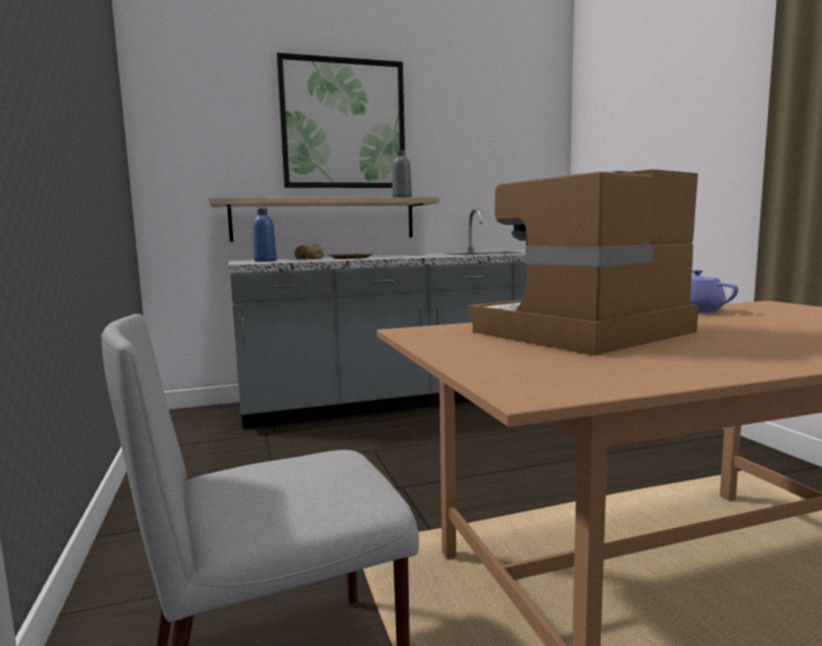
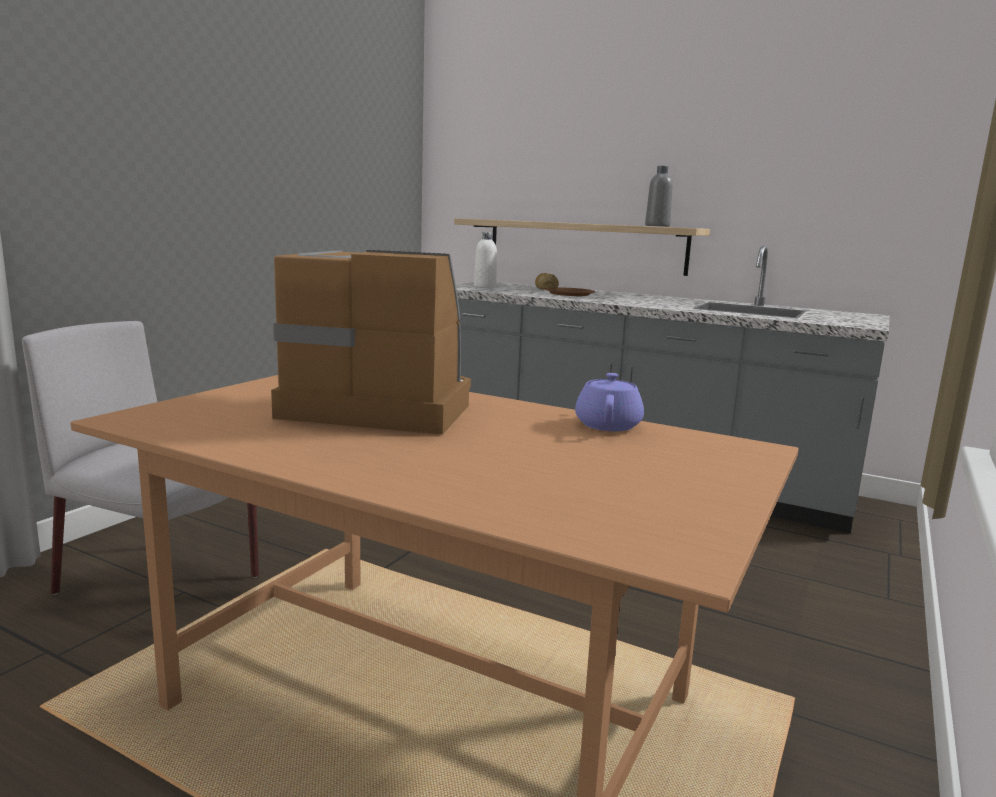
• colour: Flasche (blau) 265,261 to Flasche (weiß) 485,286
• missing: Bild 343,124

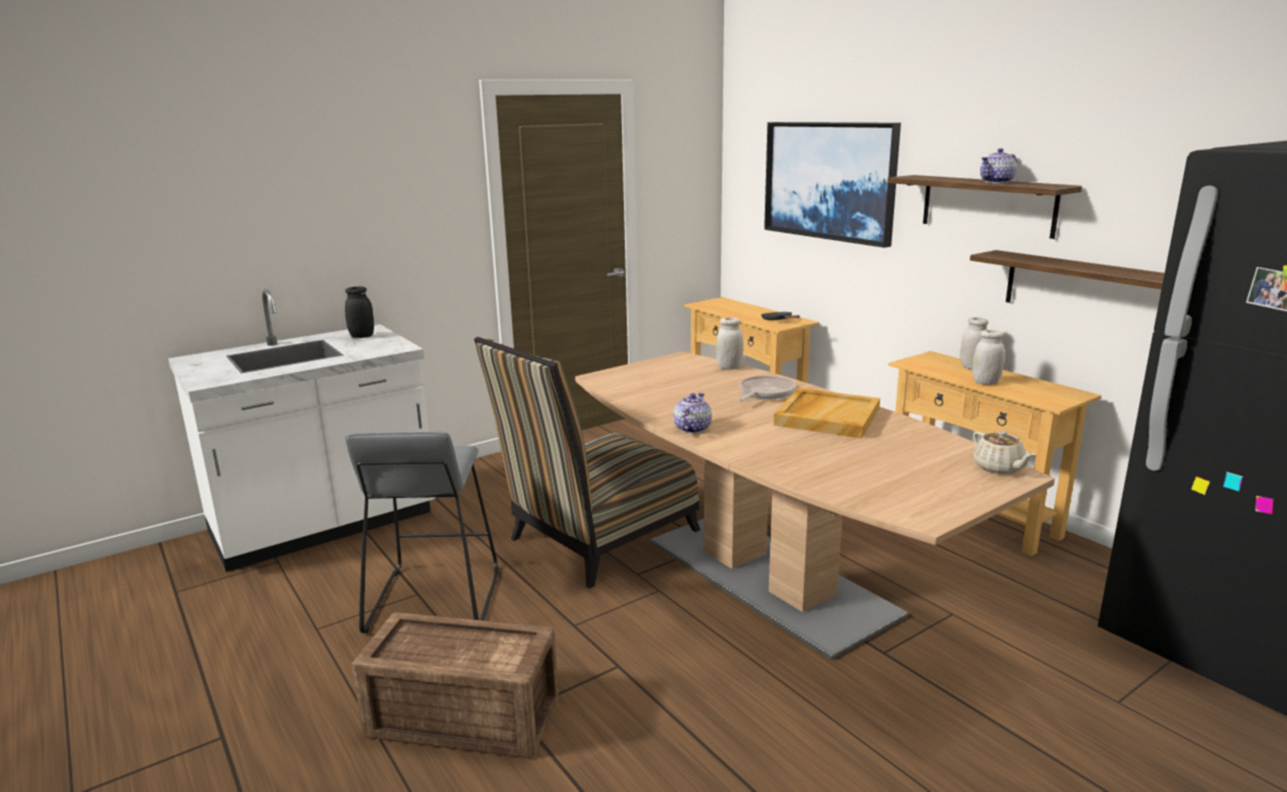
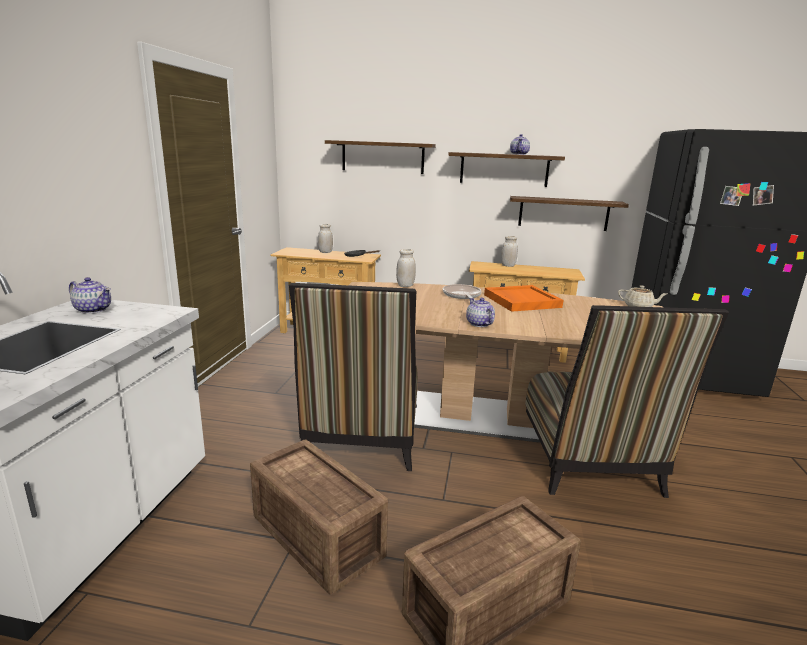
• exchanged: Vorratsglas (schwarz) 362,336 to Teekanne 93,309
• exchanged: Hocker (grau) 433,600 to Kiste 316,538
• exchanged: Bild 829,180 to Wandregal 382,157
• colour: Tablett (beige) 827,416 to Tablett (orange) 521,301
• relocated: Vorratsglas (weiß) 985,382 to 325,252
• appeared: Stuhl 589,462

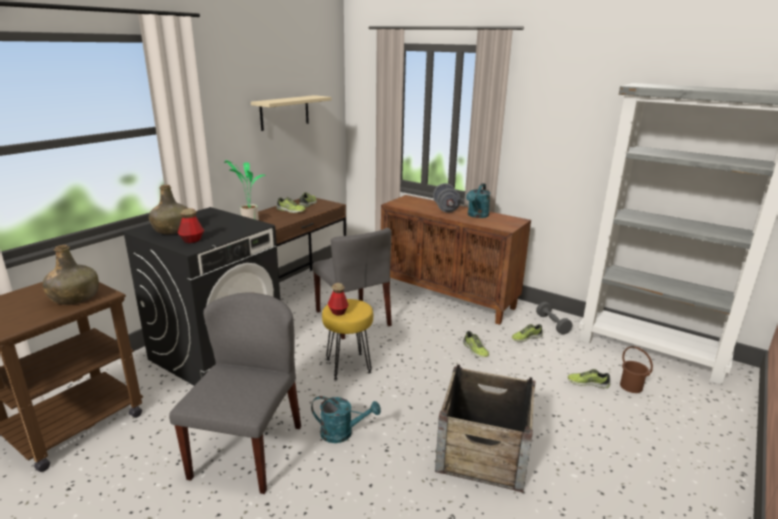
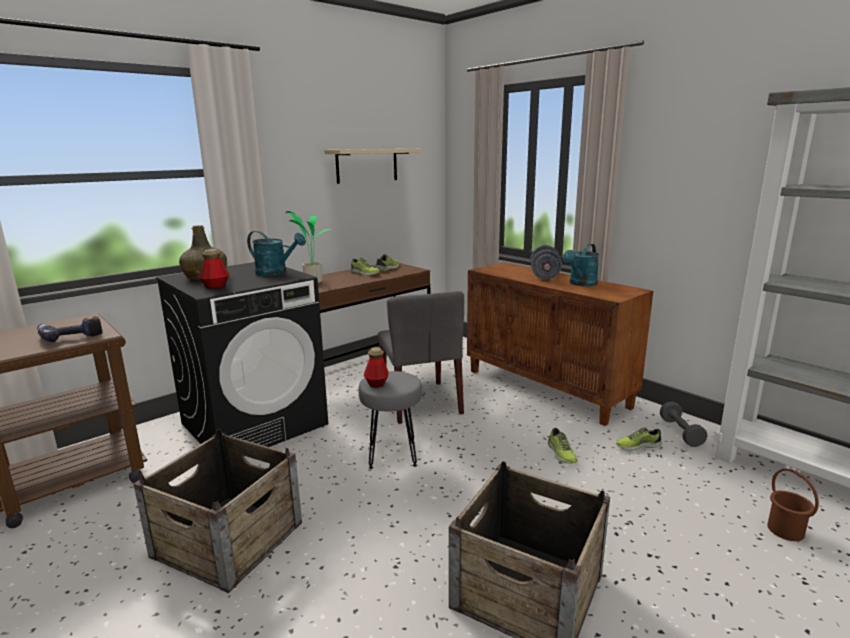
• exchanged: Flasche (grün) 75,298 to Bohrmaschine 71,336
• exchanged: Stuhl (grau) 247,450 to Kiste 229,539
• relocated: Gießkanne (türkis) 342,433 to 276,273
• colour: Hocker (gelb) 348,365 to Hocker (grau) 393,454
• missing: Schuh 588,383

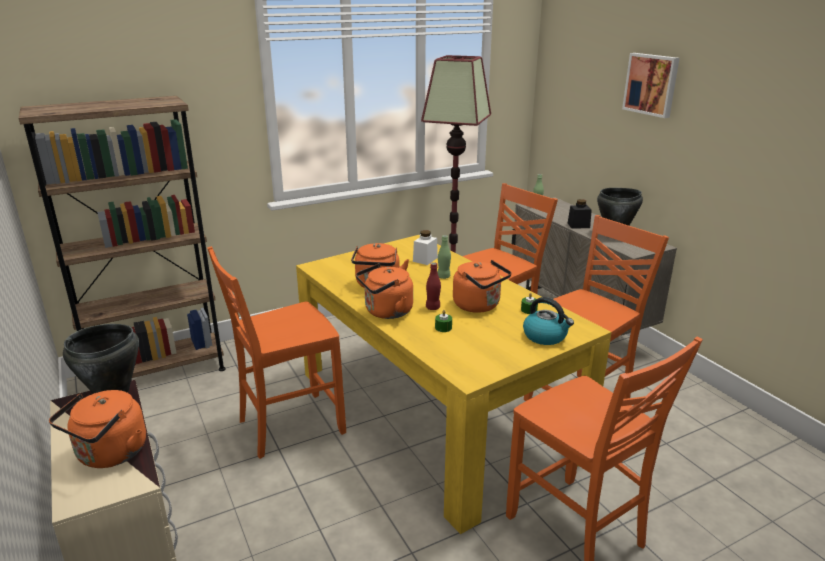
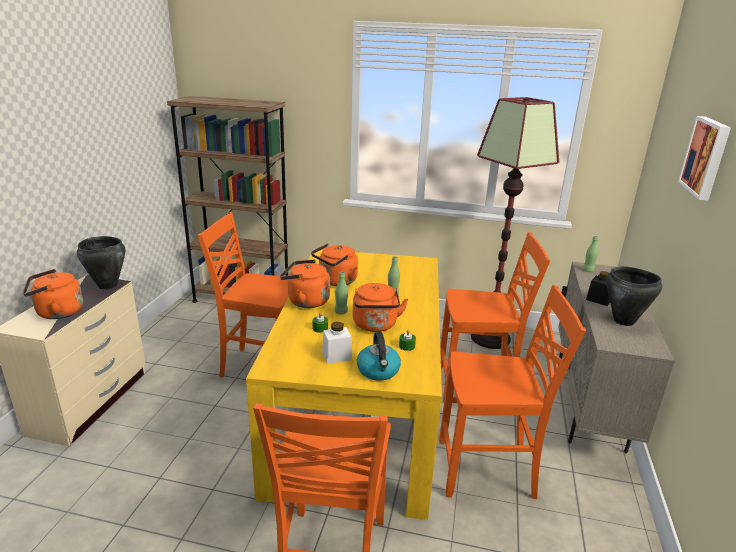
• relocated: Vorratsglas (weiß) 425,259 to 337,356
• colour: Flasche (rot) 433,307 to Flasche (grün) 341,312

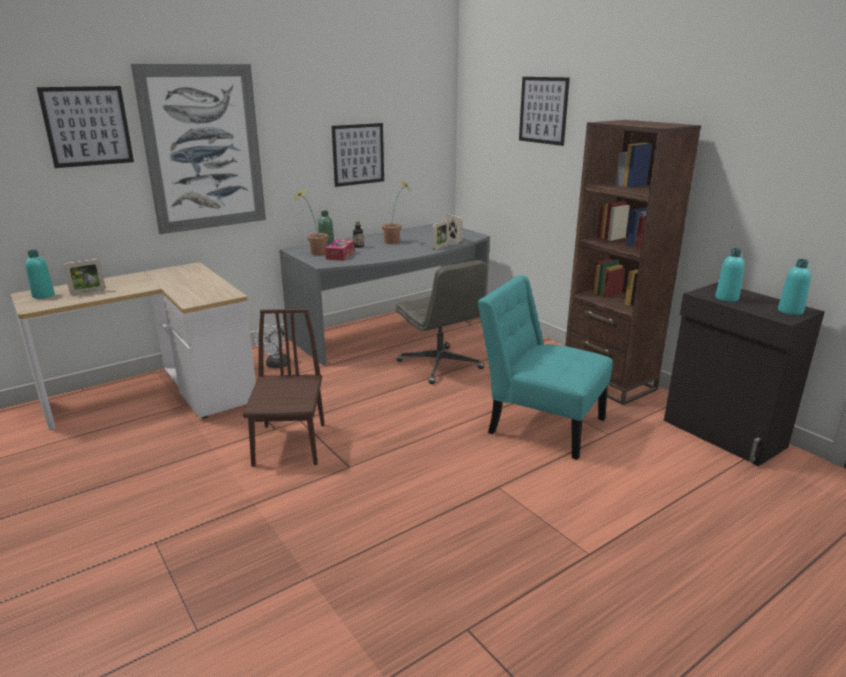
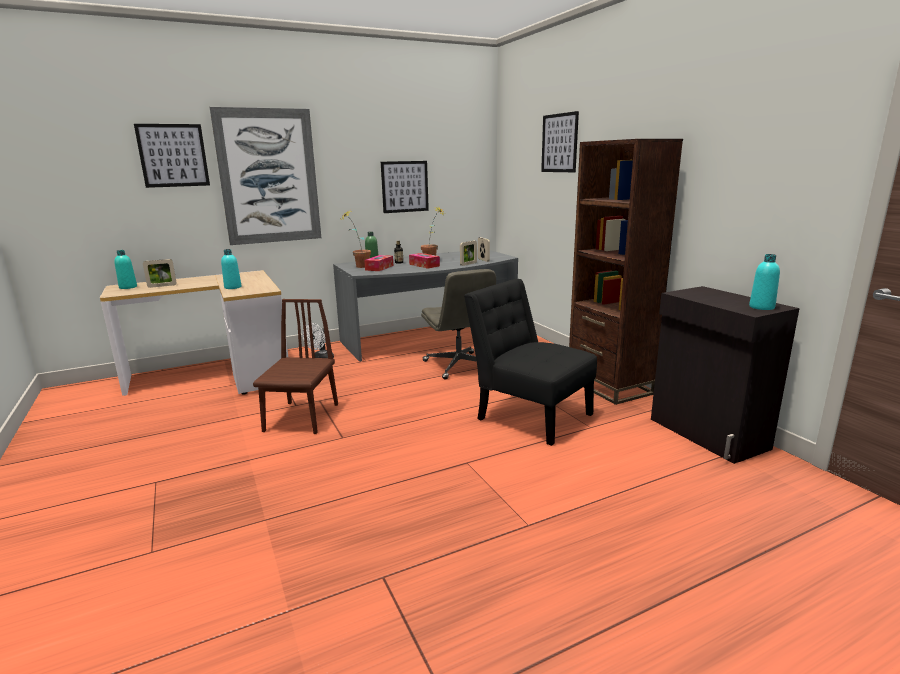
• colour: Stuhl (türkis) 540,423 to Stuhl (schwarz) 529,415
• relocated: Flasche (türkis) 726,298 to 233,287
• appeared: Taschentuchbox 424,265

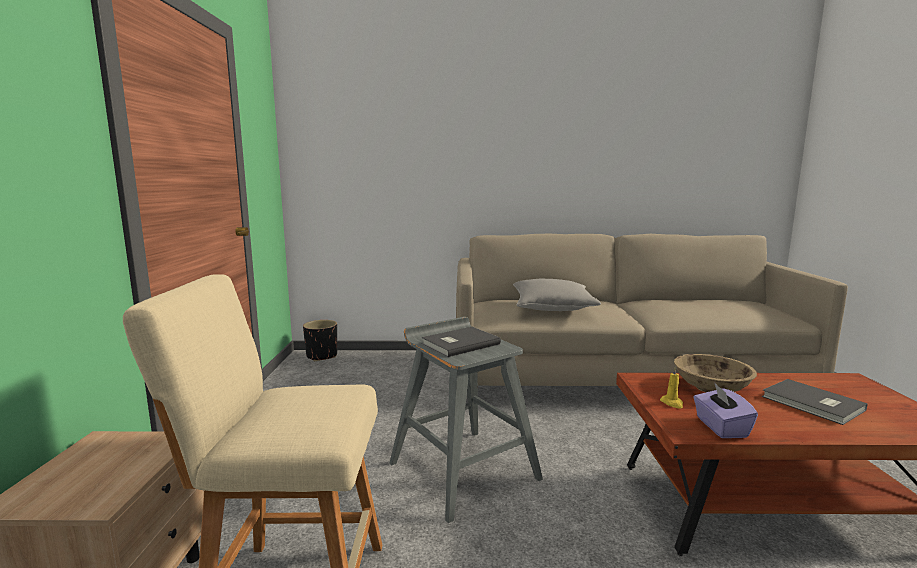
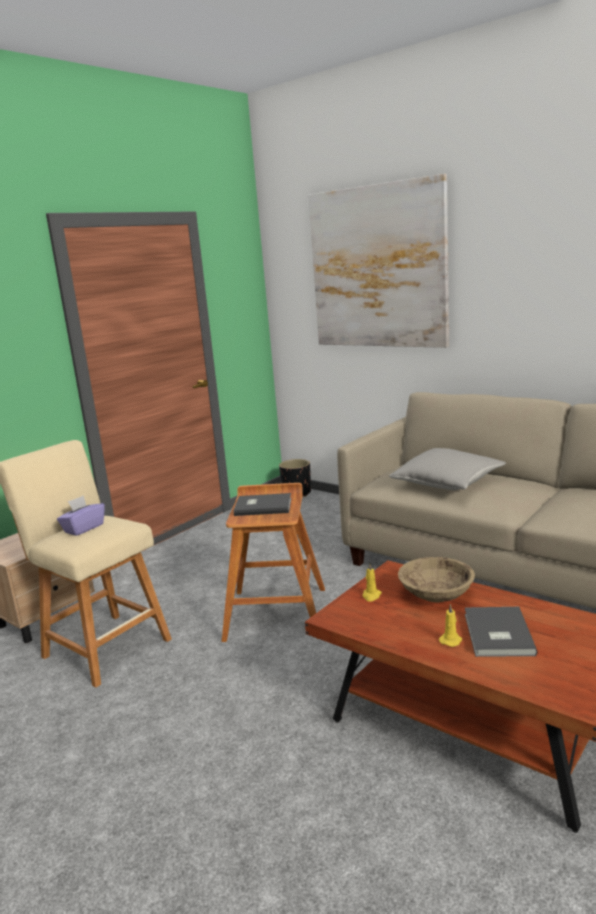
• colour: Hocker (grau) 463,470 to Hocker (braun) 276,612
• relocated: Taschentuchbox (lila) 720,427 to 83,528
• appeared: Bild 378,267
• appeared: Kerze (gelb) 451,640

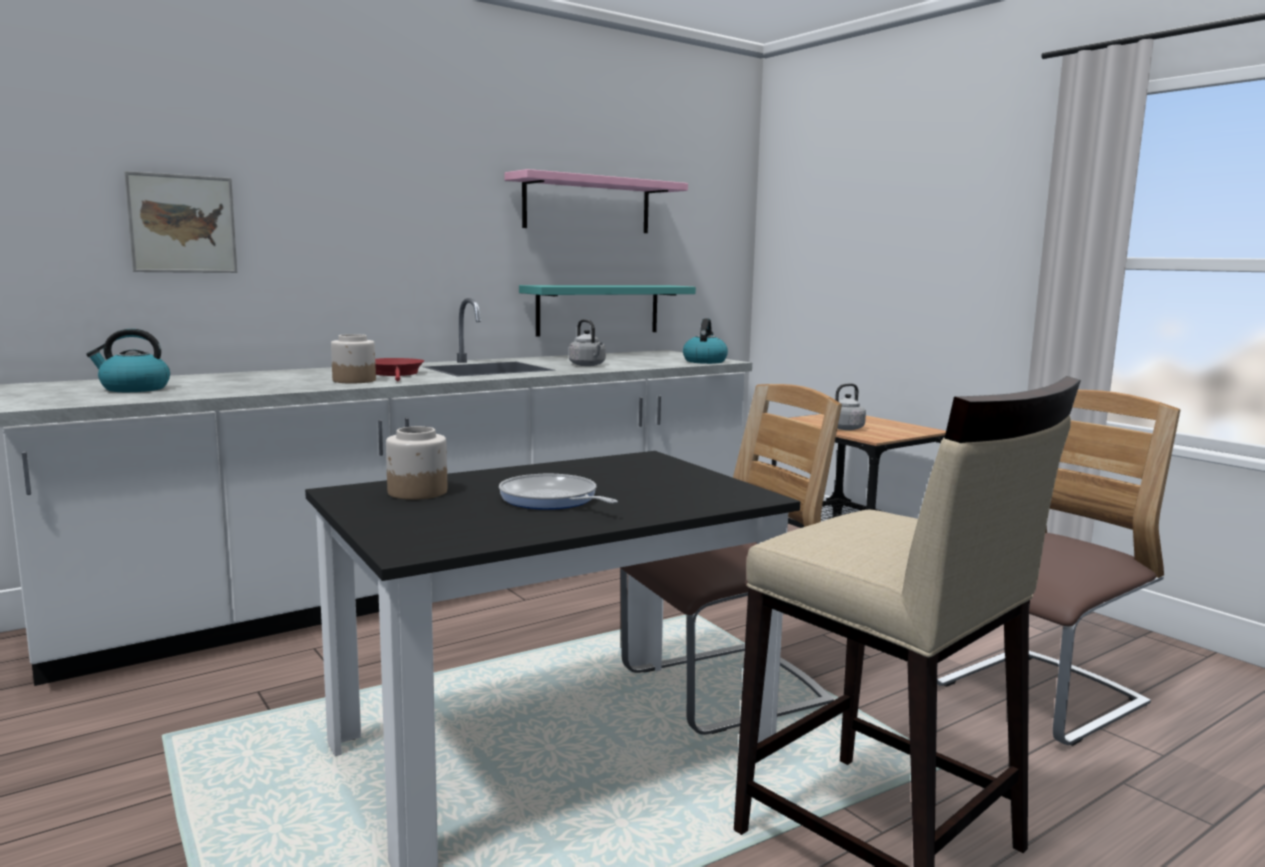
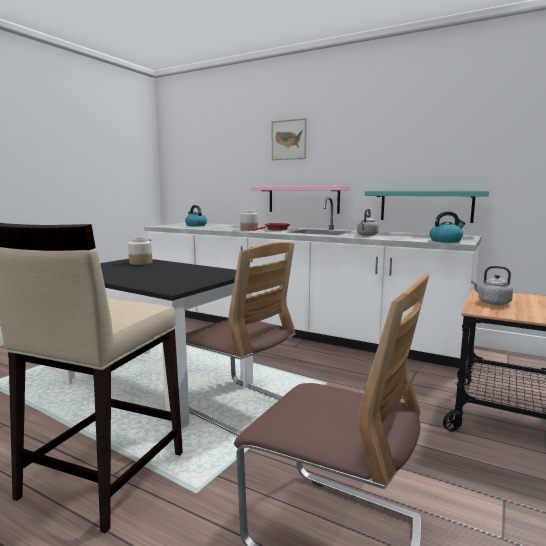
• relocated: Bild 182,224 to 289,139
• missing: Pfanne 551,500
• relocated: Wandregal (rosa) 587,205 to 303,199

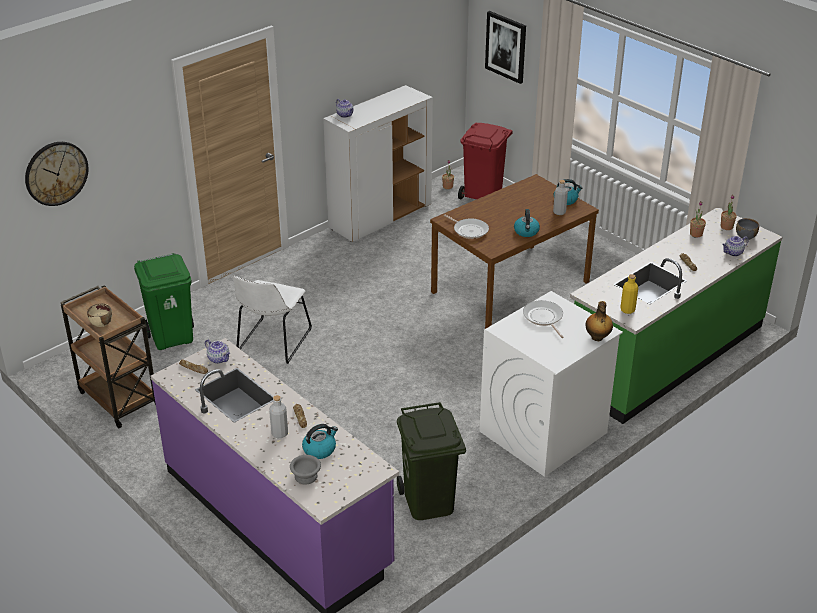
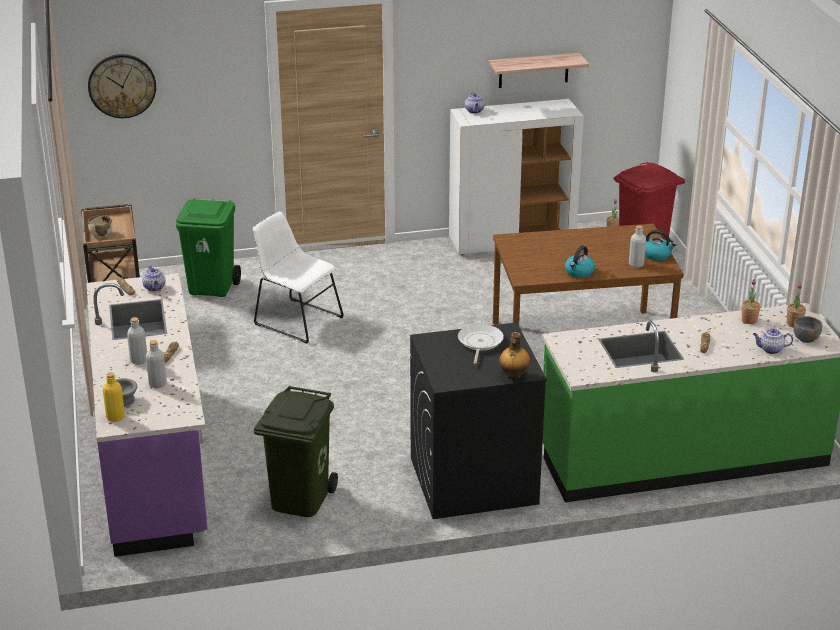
• spun: Stuhl (weiß) 272,342 = 295,319 75 degrees clockwise
• exchanged: Wasserkessel 319,449 to Flasche (grau) 157,384
• missing: Pfanne 469,230
• colour: Waschmaschine (weiß) 542,432 to Waschmaschine (schwarz) 472,481
• missing: Bild 506,46
• relocated: Flasche (gelb) 627,310 to 115,417
• appeared: Wandregal 533,70

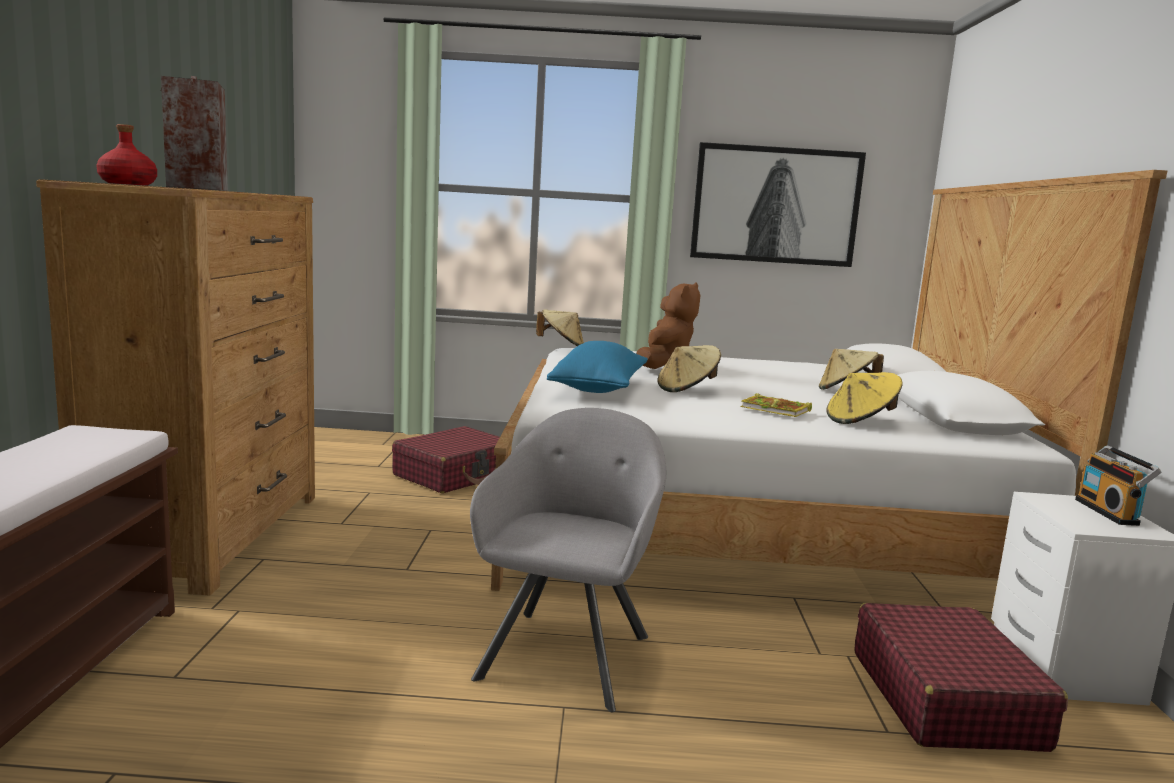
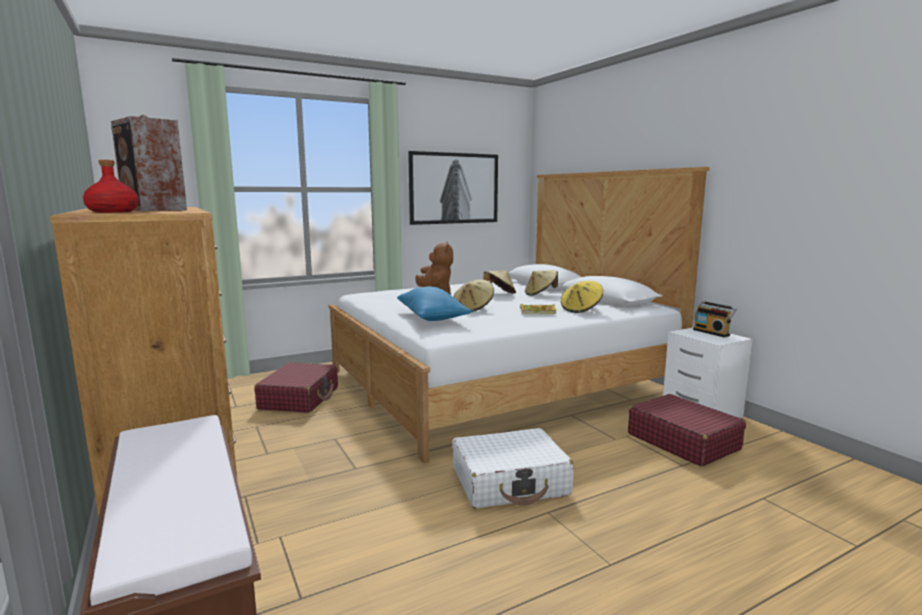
• exchanged: Sessel (grau) 567,652 to Koffer (weiß) 510,482
• relocated: Hut (beige) 561,346 to 499,294

